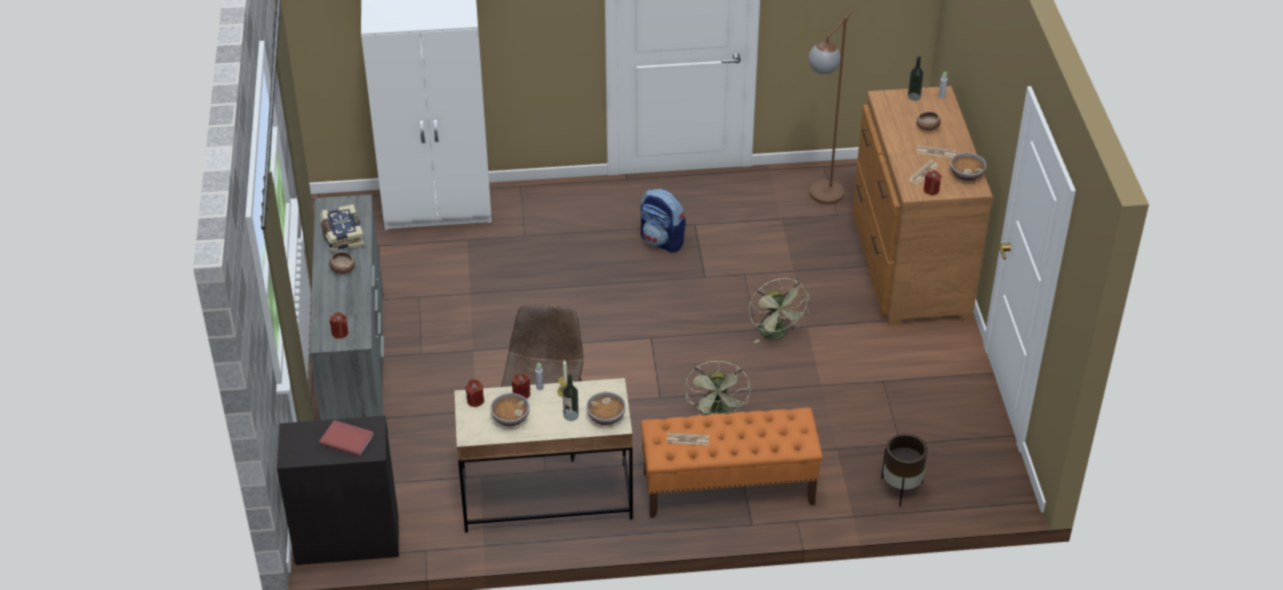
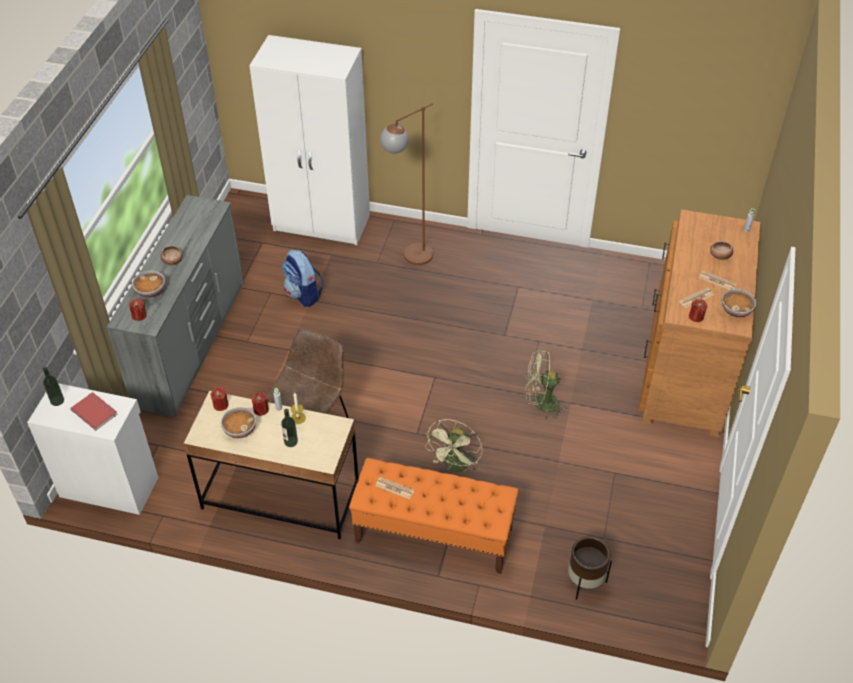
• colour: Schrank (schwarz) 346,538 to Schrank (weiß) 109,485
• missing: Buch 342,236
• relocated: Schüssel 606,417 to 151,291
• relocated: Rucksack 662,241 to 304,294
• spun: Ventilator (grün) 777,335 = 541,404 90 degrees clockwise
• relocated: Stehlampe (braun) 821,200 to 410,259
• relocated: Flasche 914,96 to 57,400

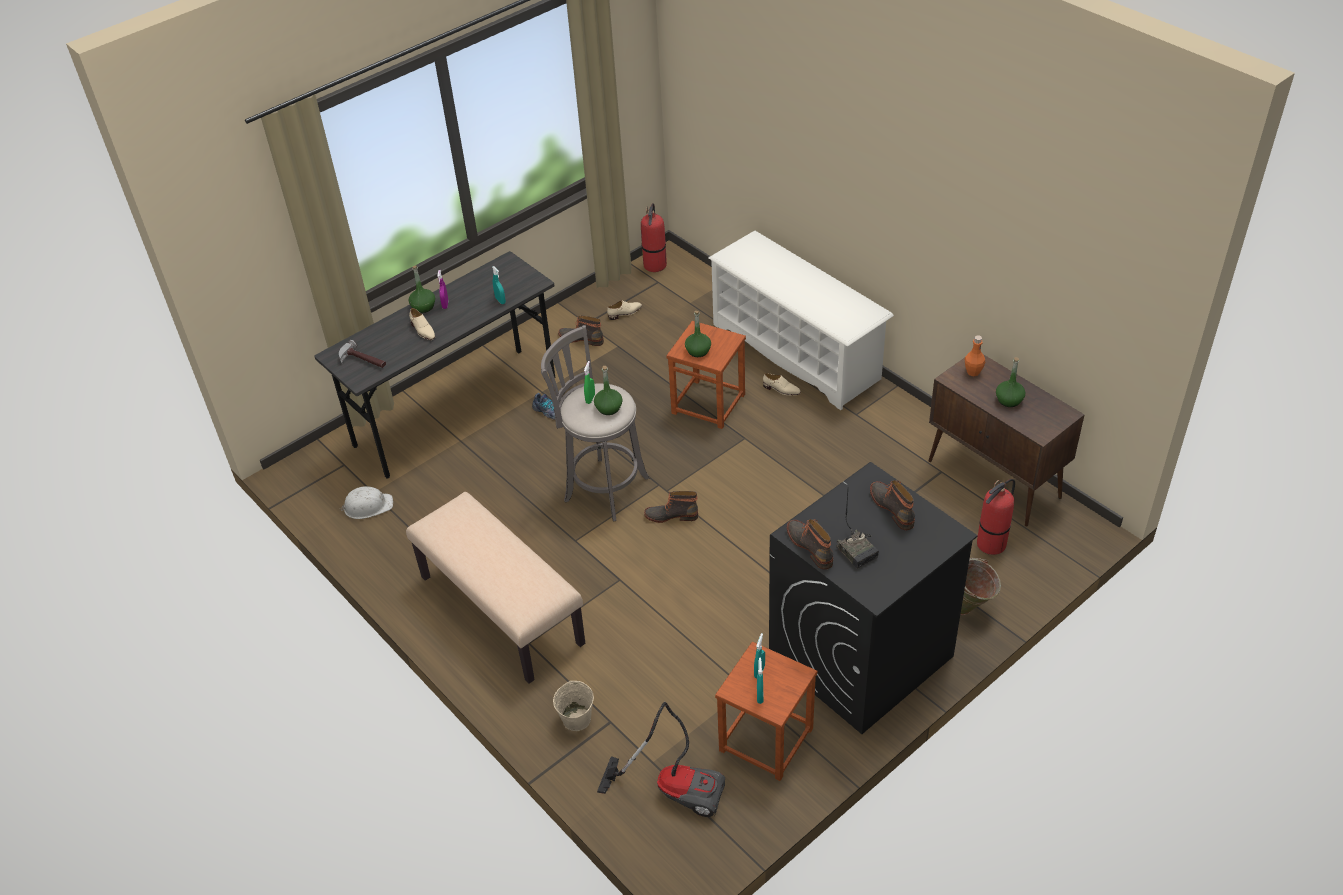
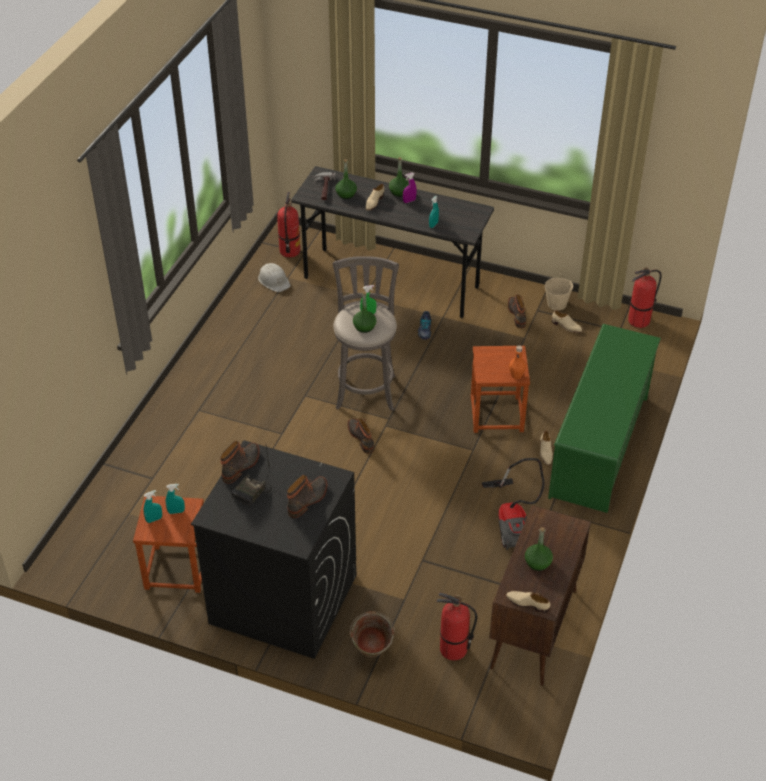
• missing: Bank (beige) 500,610
• relocated: Eimer (beige) 576,718 to 557,304
• relocated: Staubsauger 674,787 to 513,521
• relocated: Flasche (grün) 698,351 to 346,194
• colour: Schuhregal (weiß) 797,352 to Schuhregal (grün) 600,446
• relocated: Flasche (orange) 973,372 to 516,375
• appeared: Feuerlöscher 289,251
• appeared: Schuh (beige) 527,603

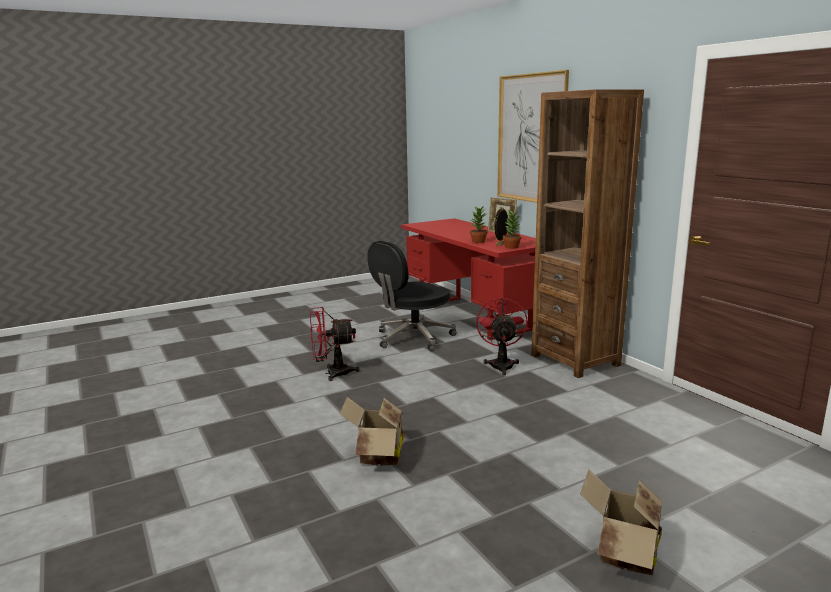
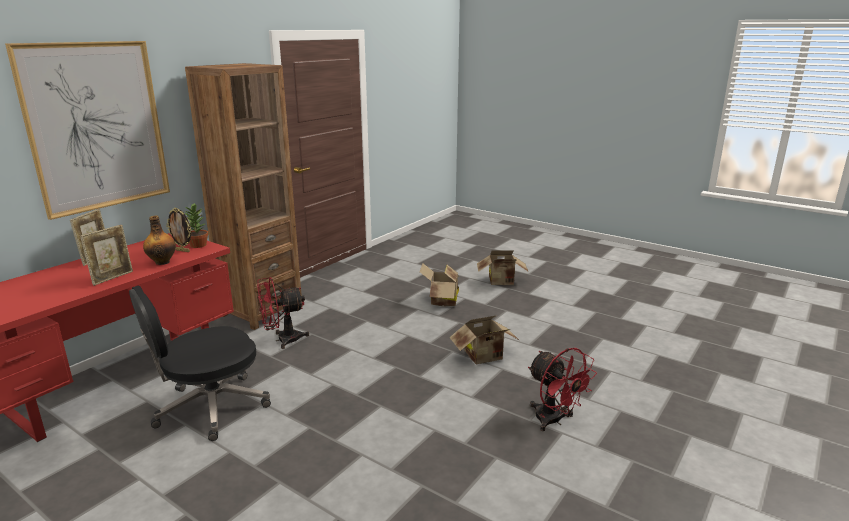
• relocated: Ventilator (rot) 332,373 to 554,421
• spun: Bürostuhl (schwarz) 412,338 = 209,408 120 degrees clockwise
• exchanged: Topfpflanze 478,241 to Flasche 162,262
• appeared: Bilderrahmen 112,278
• appeared: Karton 441,301

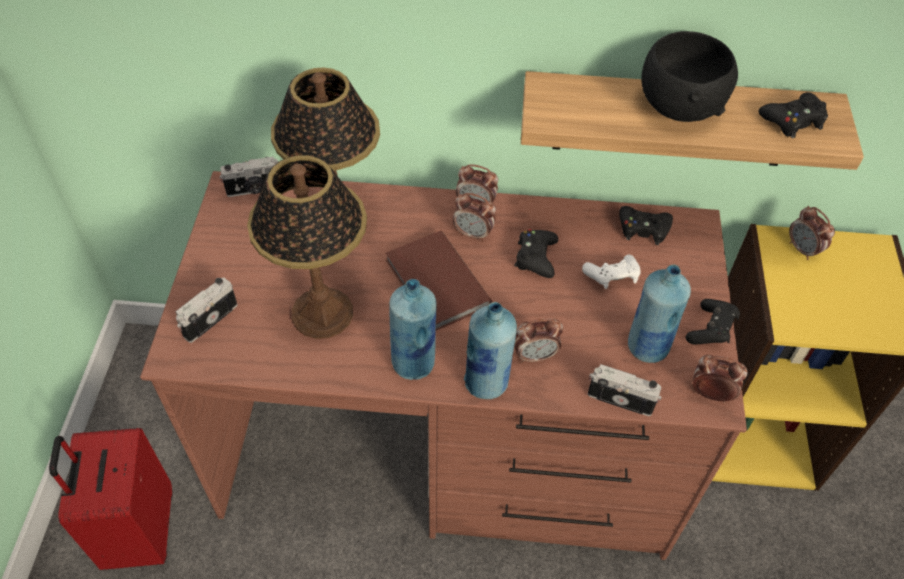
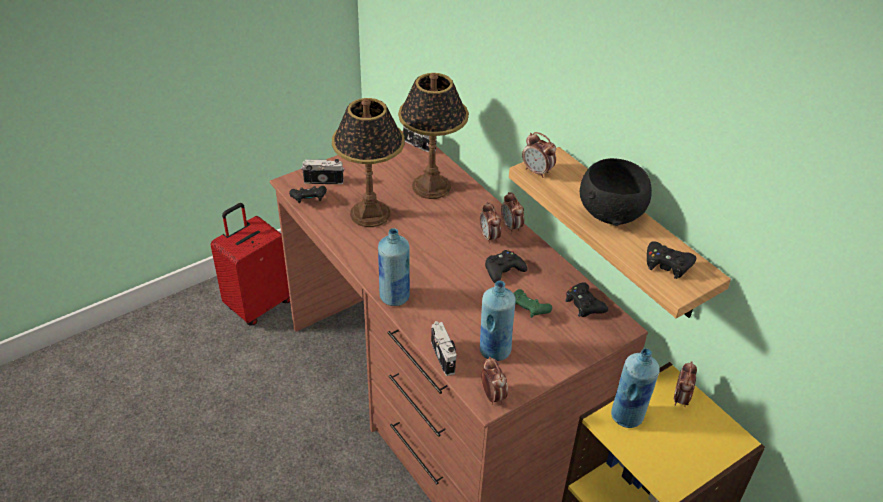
• missing: Buch (braun) 436,285
• relocated: Flasche (blau) 414,362 to 627,416
• relocated: Wecker 535,355 to 537,172
• colour: Gamepad (weiß) 612,278 to Gamepad (grün) 528,309
• relocated: Gamepad (schwarz) 711,330 to 309,200

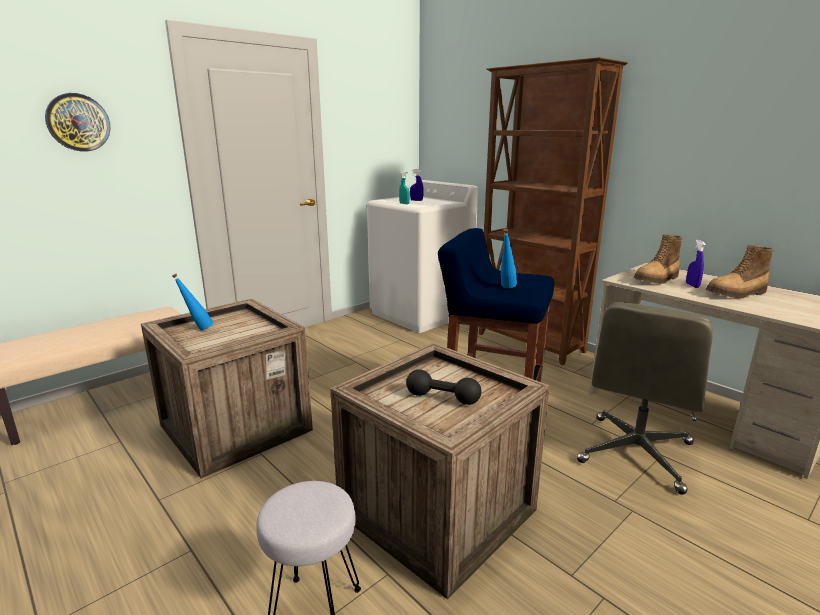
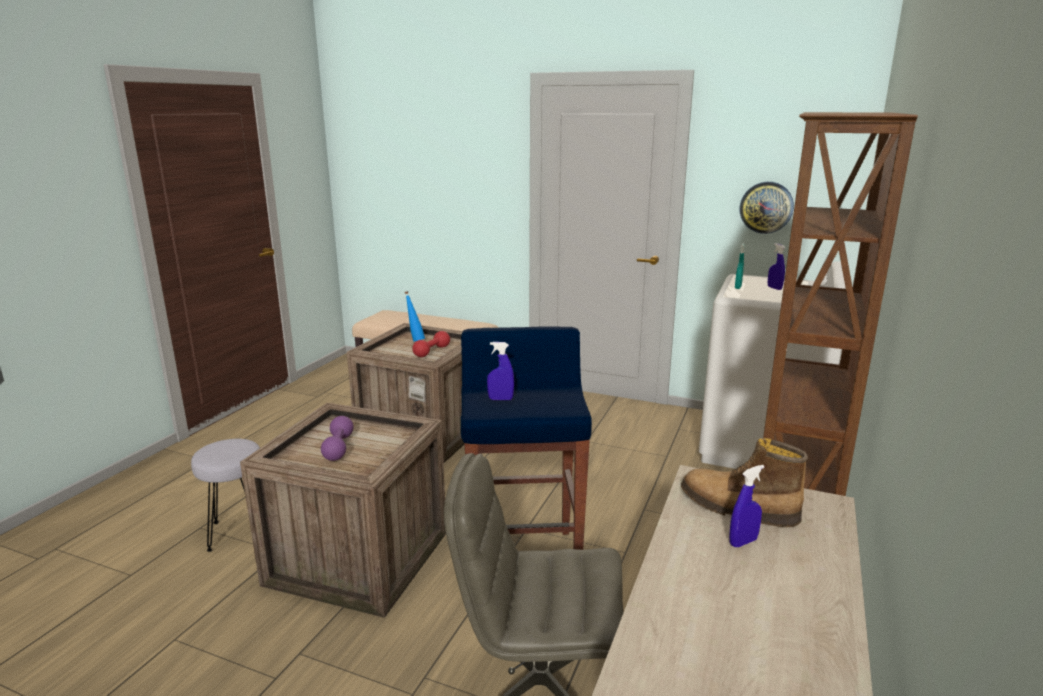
• relocated: Wanduhr 78,122 to 766,207
• colour: Hantel (schwarz) 442,398 to Hantel (lila) 338,448
• exchanged: Flasche (blau) 506,289 to Sprühflasche (blau) 500,399
• missing: Stiefel 737,294
• appeared: Hantel (rot) 432,351

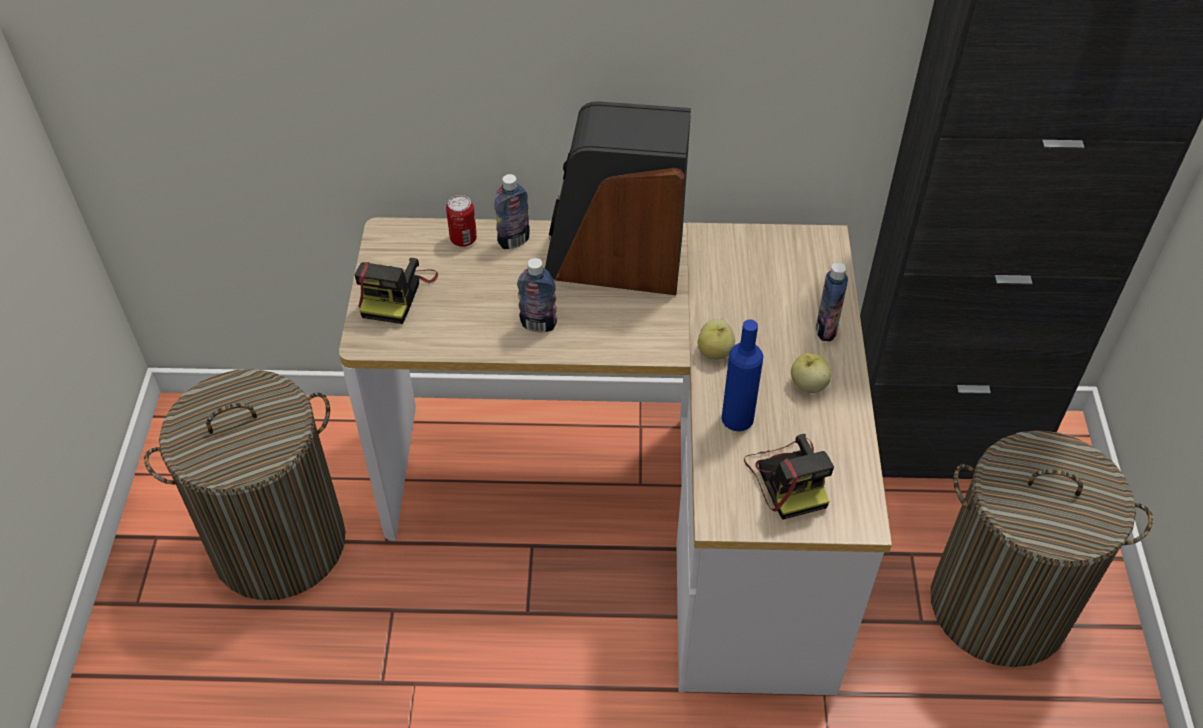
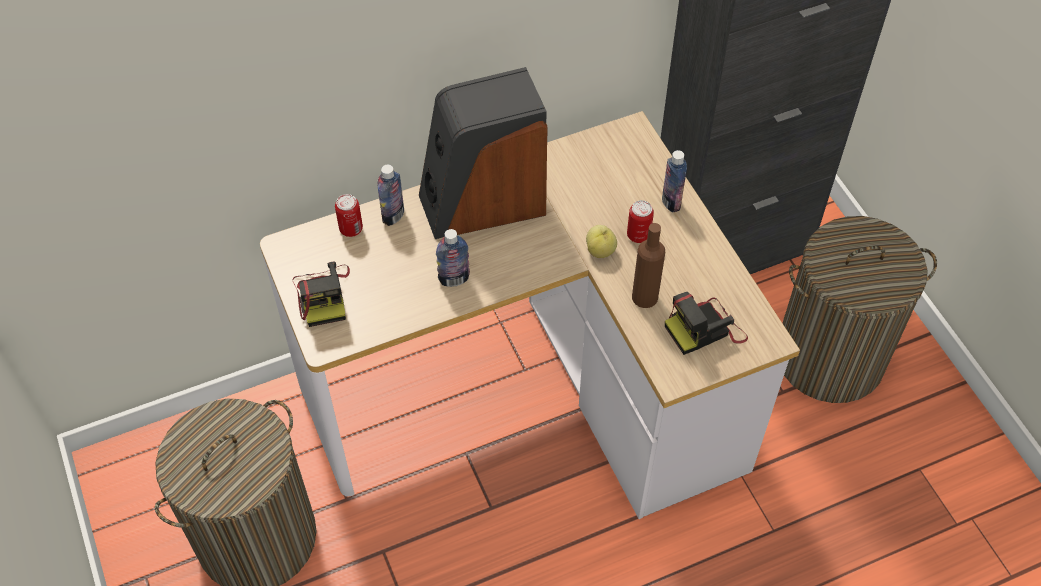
• colour: Flasche (blau) 737,418 to Flasche (braun) 645,297
• spun: Kamera 788,478 = 705,329 105 degrees clockwise
• missing: Apfel 808,384
• appeared: Dose 638,235

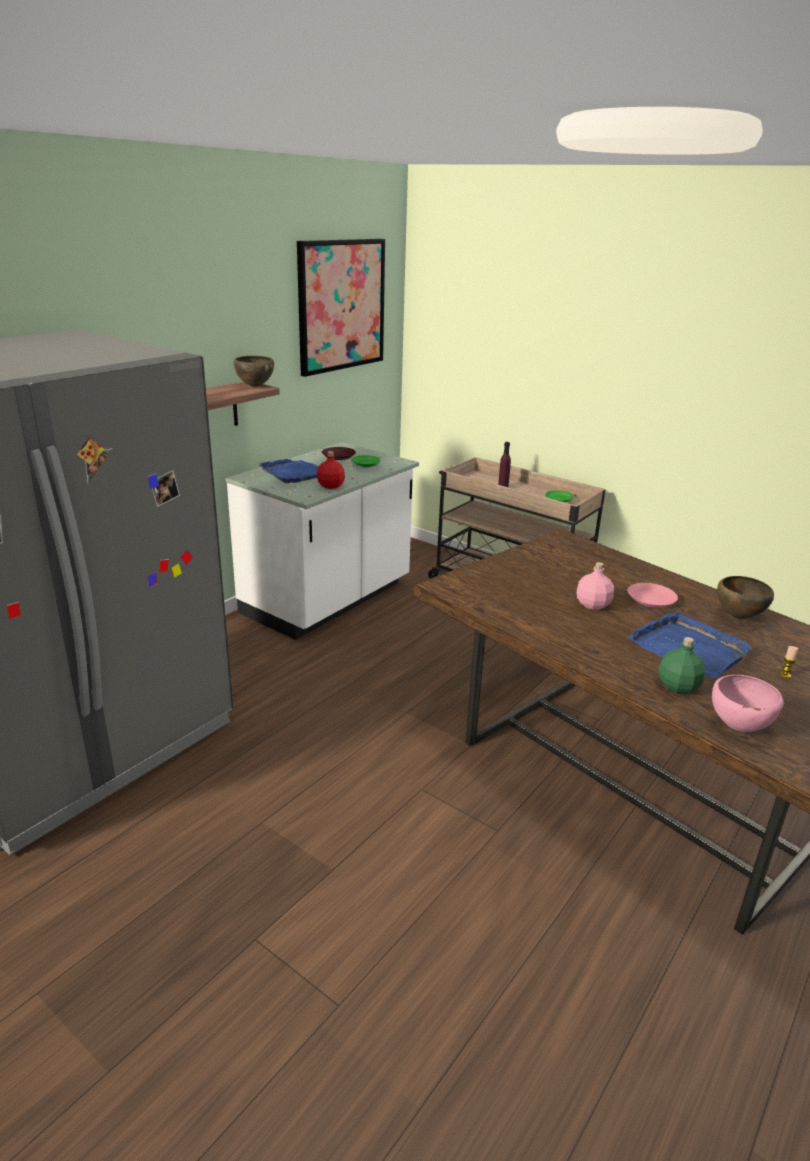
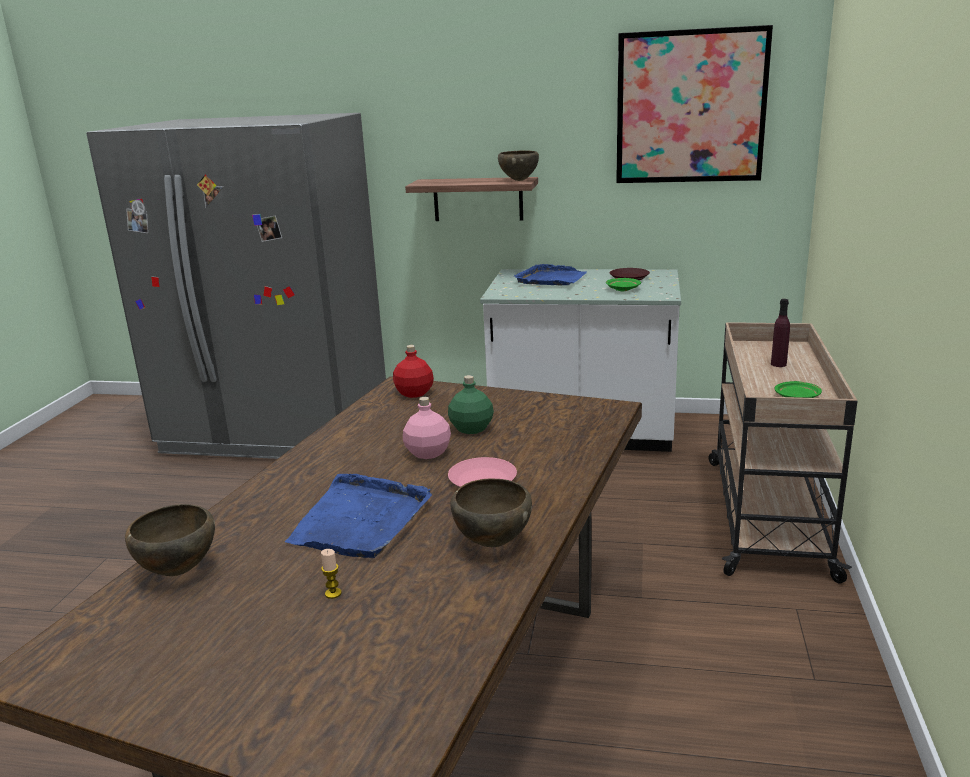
• relocated: Flasche (rot) 330,486 to 414,393
• relocated: Flasche (grün) 678,686 to 470,429
• colour: Schüssel (rosa) 738,728 to Schüssel (braun) 177,571

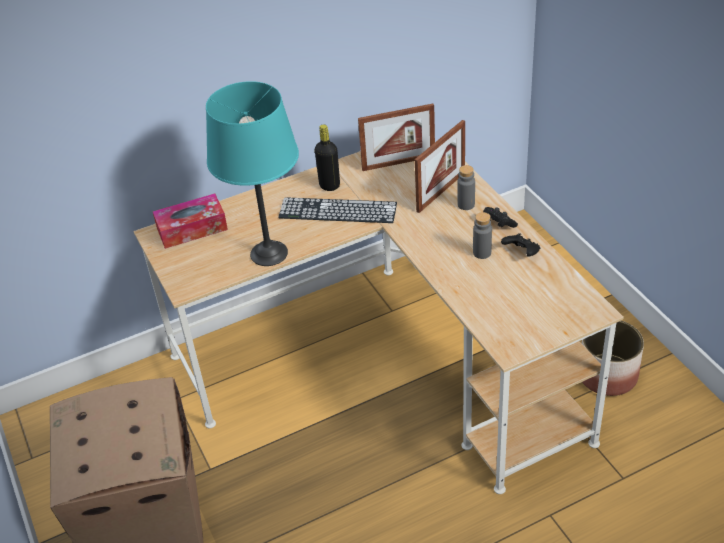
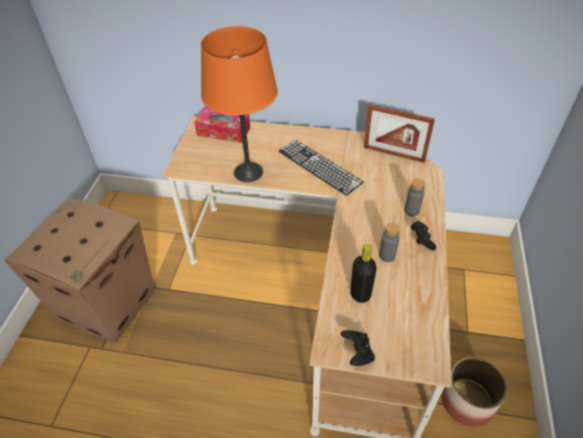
• colour: Tischlampe (türkis) 269,253 to Tischlampe (orange) 248,172
• relocated: Flasche (schwarz) 329,185 to 360,294
• missing: Bilderrahmen 441,192
• relocated: Gamepad (schwarz) 521,253 to 357,353

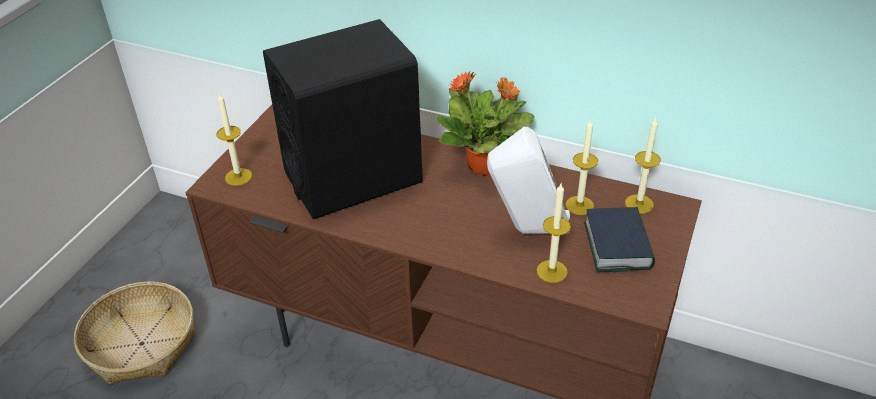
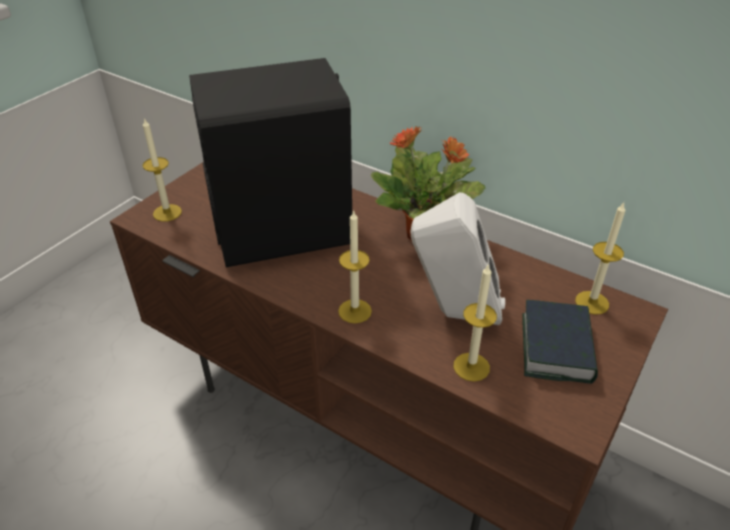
• missing: Korb 141,344
• relocated: Kerze 579,205 to 355,311

